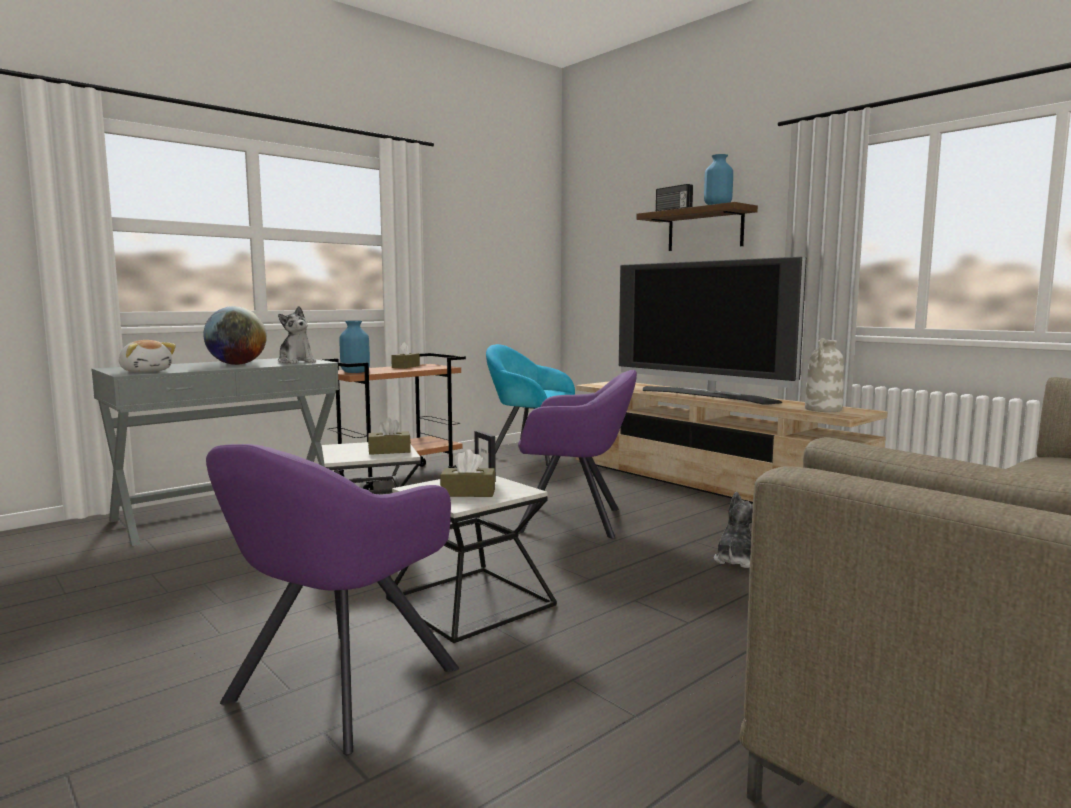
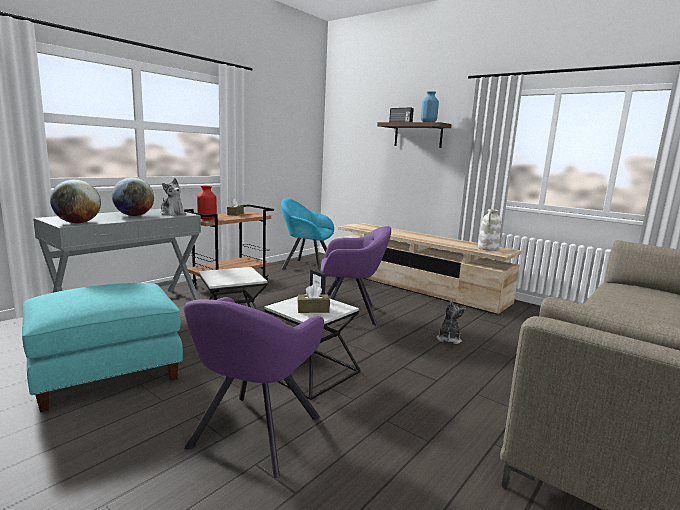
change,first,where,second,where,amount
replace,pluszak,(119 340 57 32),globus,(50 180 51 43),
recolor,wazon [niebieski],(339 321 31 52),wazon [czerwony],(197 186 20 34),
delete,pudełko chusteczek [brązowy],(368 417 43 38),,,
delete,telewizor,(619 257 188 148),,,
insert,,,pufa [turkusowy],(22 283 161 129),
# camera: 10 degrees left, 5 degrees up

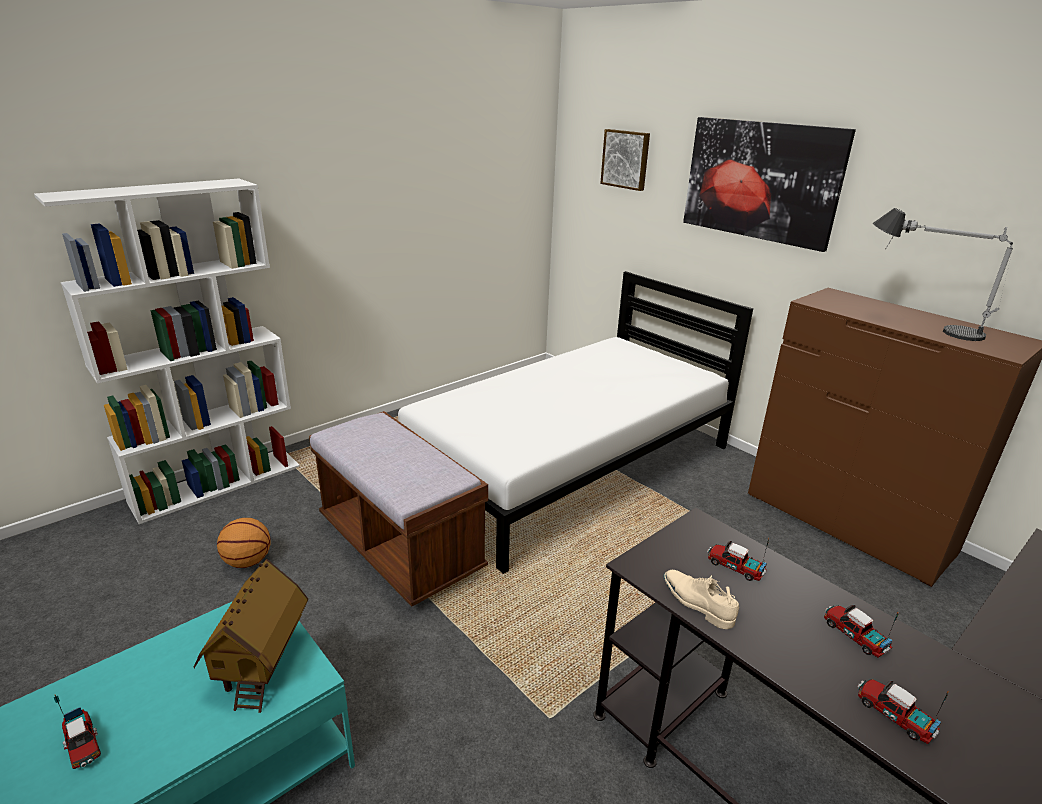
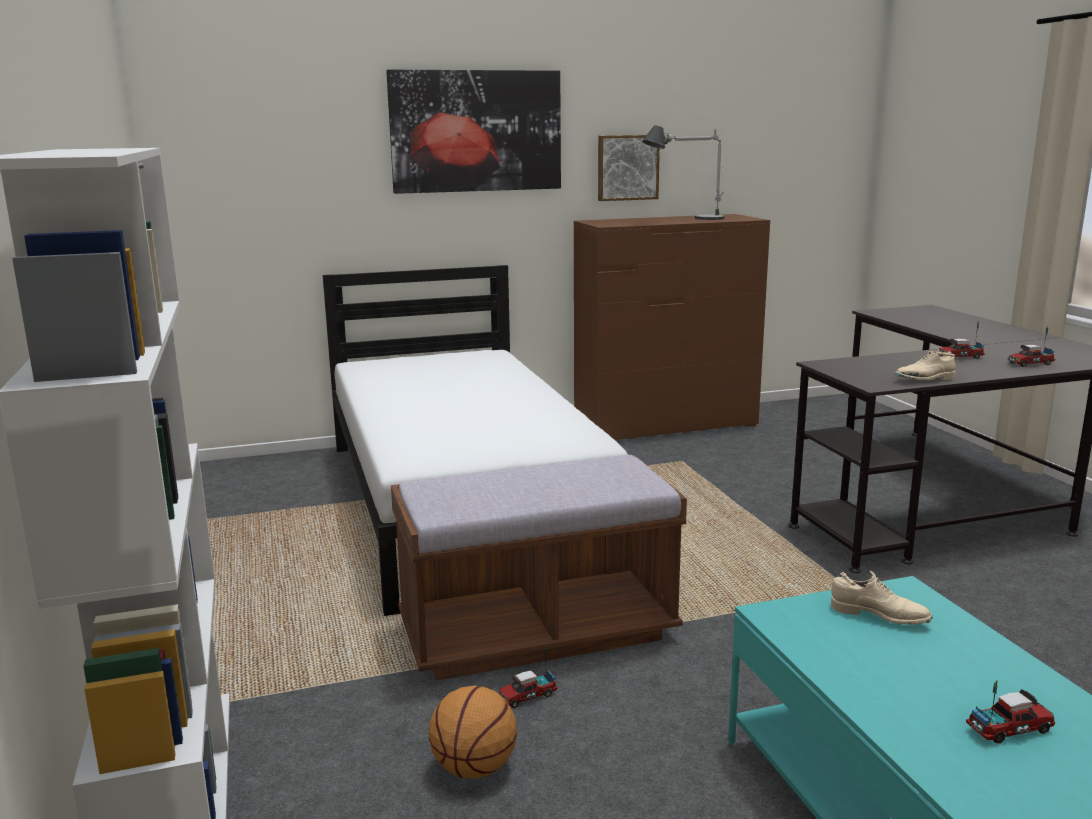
change,first,where,second,where,amount
replace,domek,(194 559 114 154),but [beżowy],(831 571 102 54),
move,obraz,(600 129 50 62),,(598 135 62 66),
move,ciężarówka zabawkowa,(707 538 62 43),,(498 647 60 61),
# camera: 65 degrees left, 10 degrees down

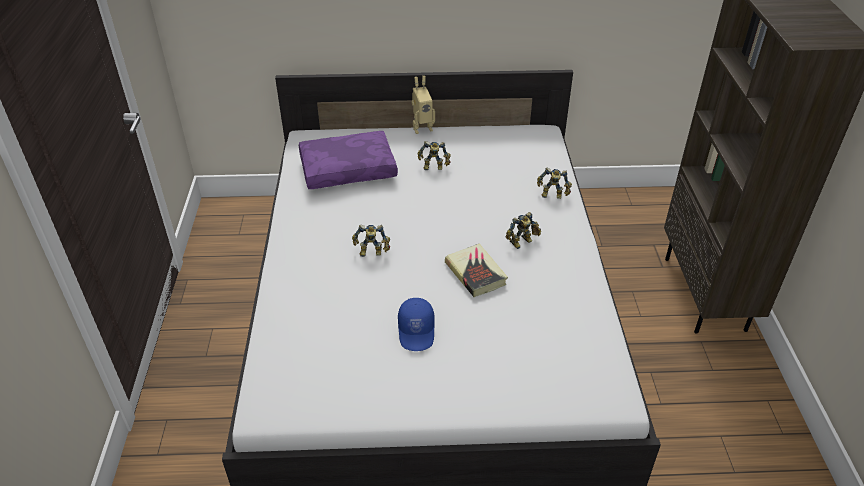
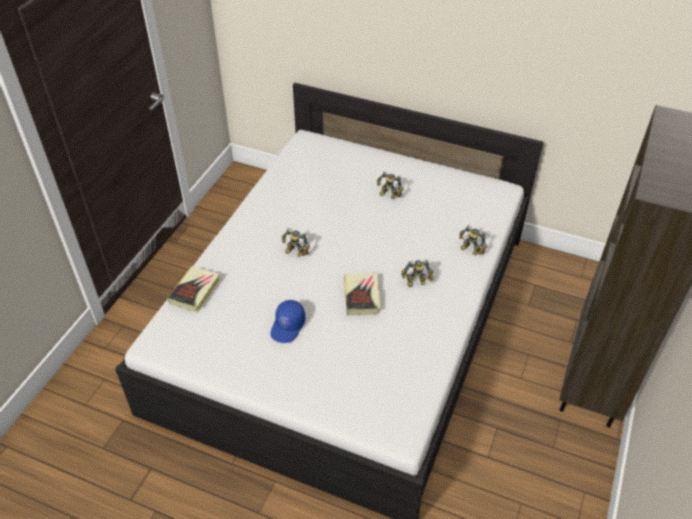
change,first,where,second,where,amount
delete,poduszka [fioletowy],(299 131 99 58),,,
delete,robot zabawkowy,(412 76 23 58),,,
insert,,,książka,(168 266 52 46),
# camera: 25 degrees right, 5 degrees up

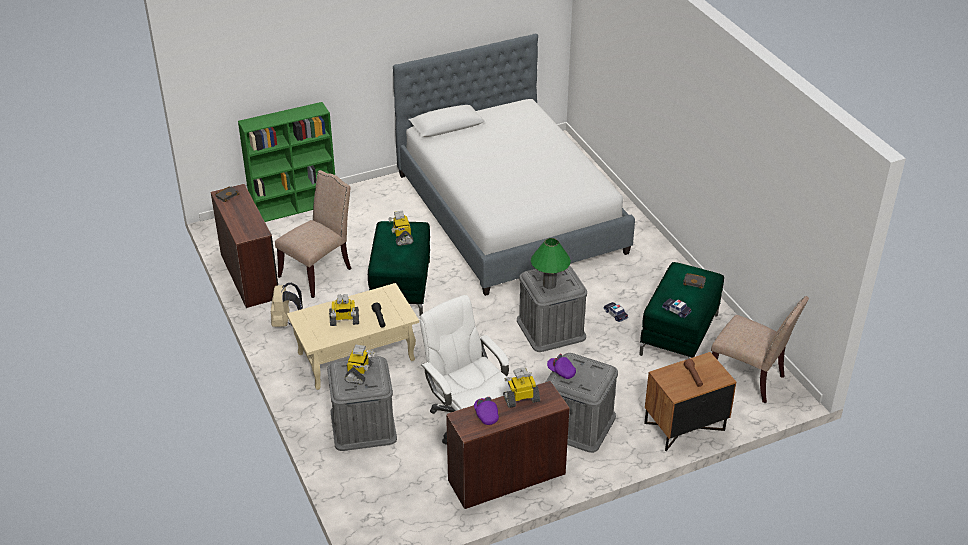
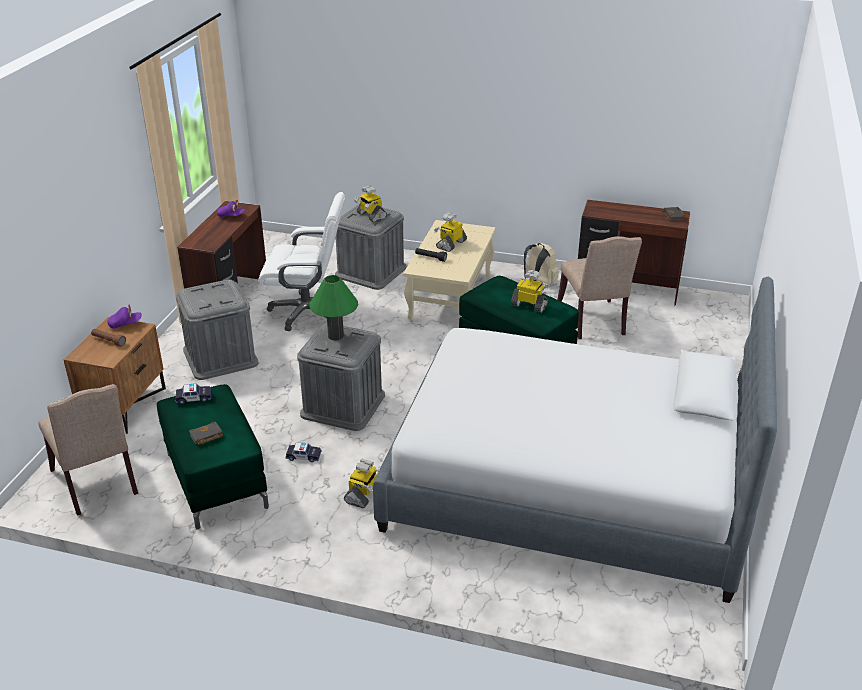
change,first,where,second,where,amount
delete,regał [zielony],(238 102 97 120),,,
move,robot zabawkowy,(503 367 37 41),,(344 459 35 49),
move,czapka z daszkiem [fioletowy],(547 354 29 25),,(107 305 35 24),
rotate,krzesło [beżowy],(711 296 98 108),,(38 384 100 132),105 degrees counterclockwise
# camera: 130 degrees right, 5 degrees down

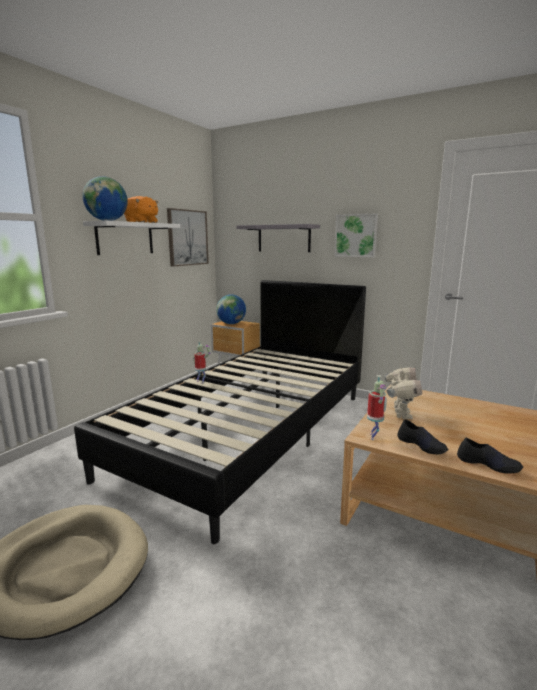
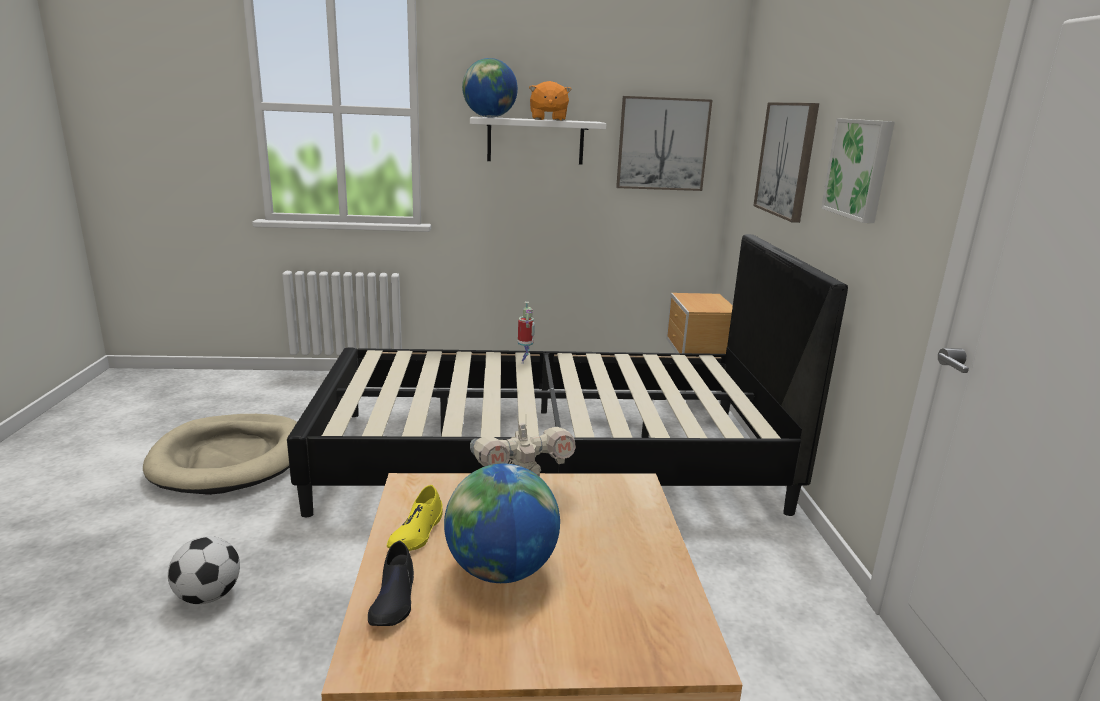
change,first,where,second,where,amount
move,globus,(216 294 30 30),,(444 463 116 120),
replace,półka [szary],(236 224 84 28),obraz,(753 102 66 121),
delete,robot zabawkowy,(367 375 20 65),,,
recolor,but [czarny],(397 419 52 35),but [żółty],(387 485 56 66),
insert,,,piłka futbolowa,(168 536 72 68),
# camera: 55 degrees right, 5 degrees up

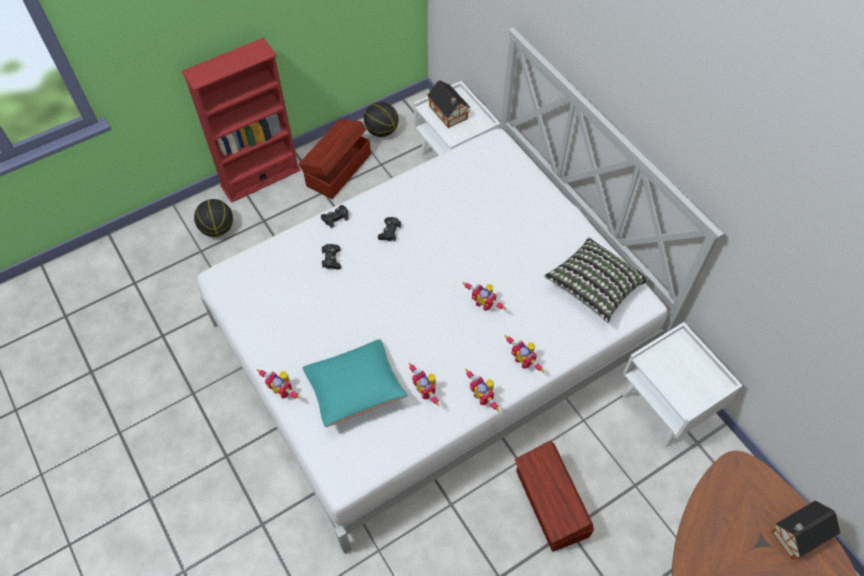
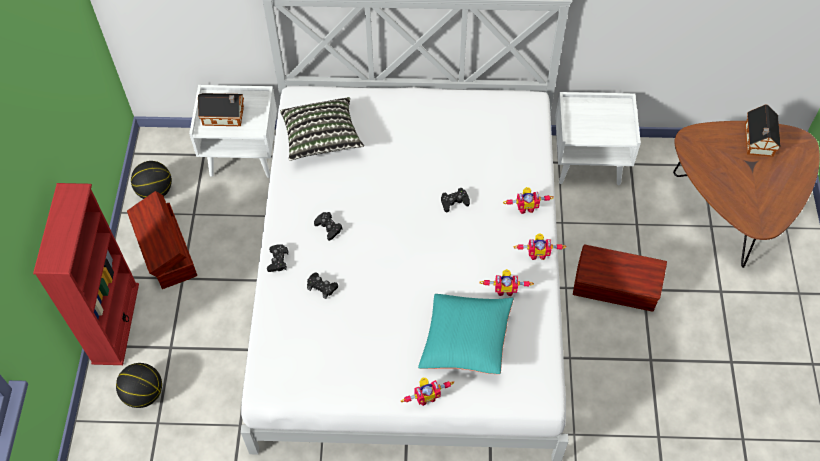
change,first,where,second,where,amount
replace,robot zabawkowy,(463 282 43 29),pad do gier [czarny],(441 188 29 24),
move,poduszka,(544 237 106 86),,(280 97 84 64),
# camera: 55 degrees left, 0 degrees up

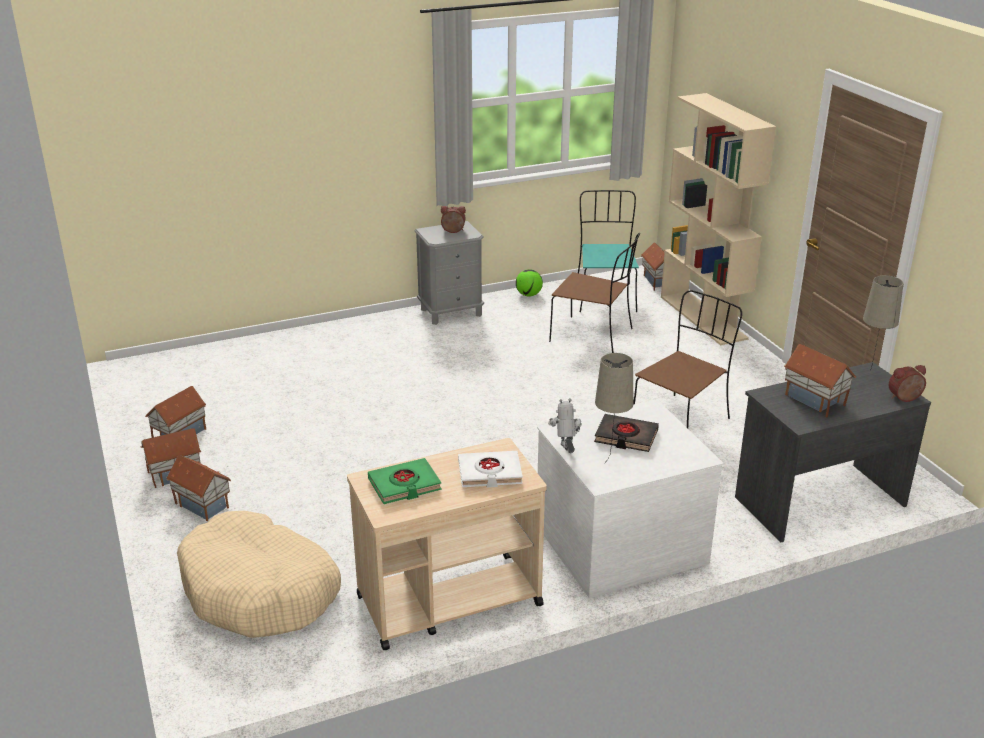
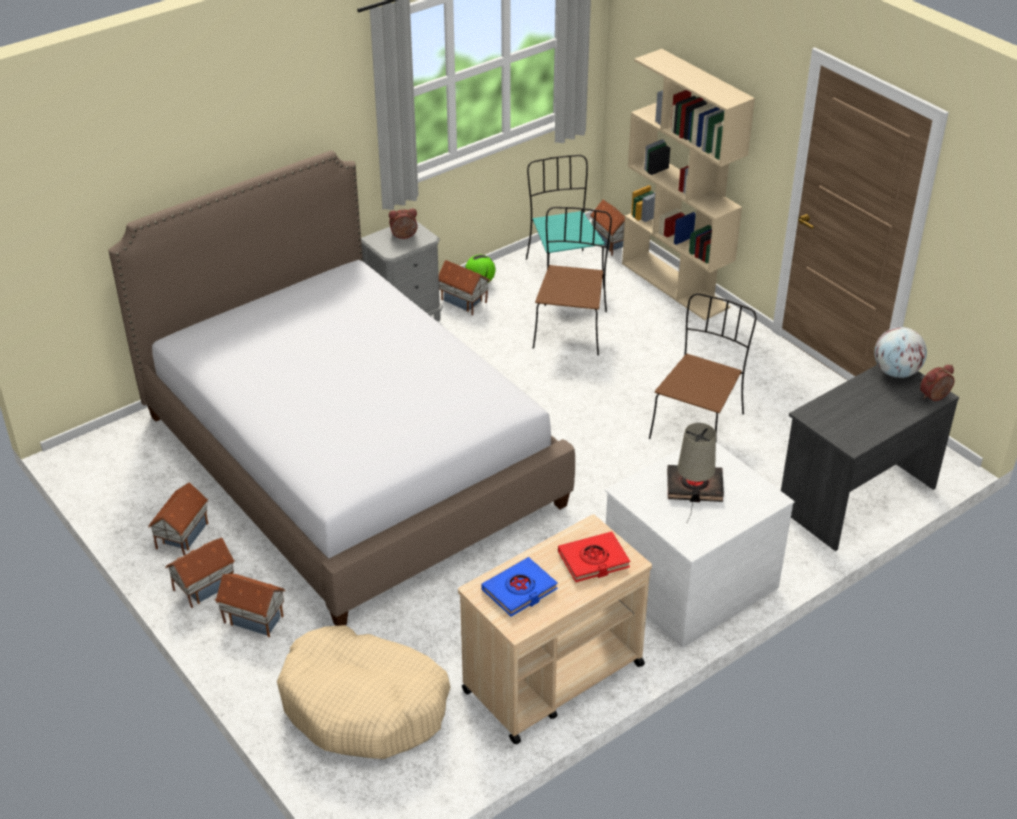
change,first,where,second,where,amount
recolor,książka [zielony],(368 458 74 46),książka [niebieski],(481 557 77 60),
recolor,książka [biały],(458 451 65 37),książka [czerwony],(558 531 72 51),
delete,robot zabawkowy,(548 398 34 55),,,
rotate,krzesło [brązowy],(549 233 91 120),,(533 207 79 148),90 degrees counterclockwise
move,domek,(784 344 72 74),,(439 260 51 56),
replace,lampa stołowa [beżowy],(863 275 40 94),globus,(874 327 53 51),
insert,,,łóżko,(109 150 466 476),
# camera: 15 degrees left, 10 degrees up

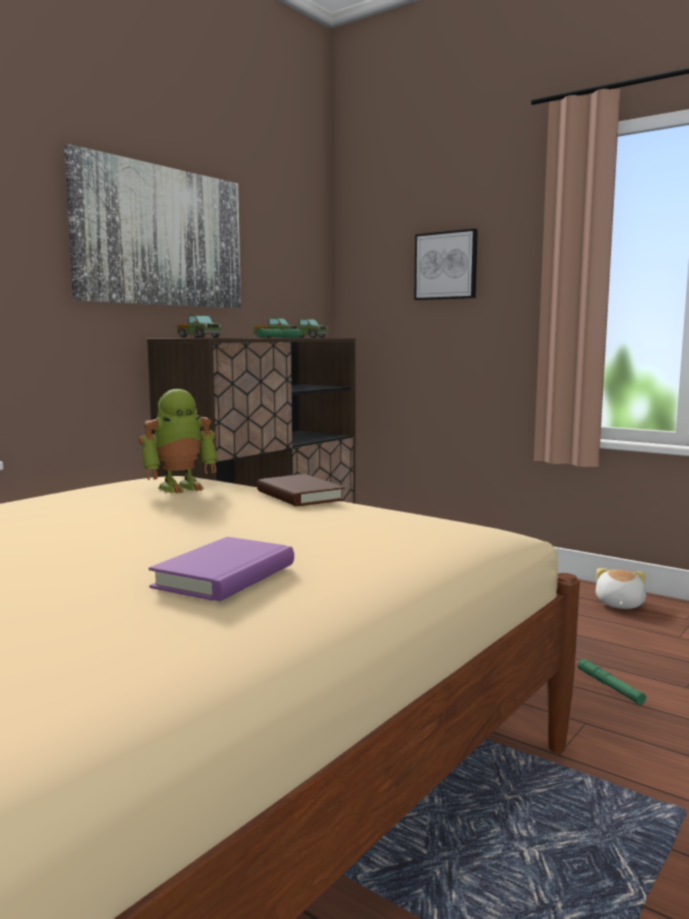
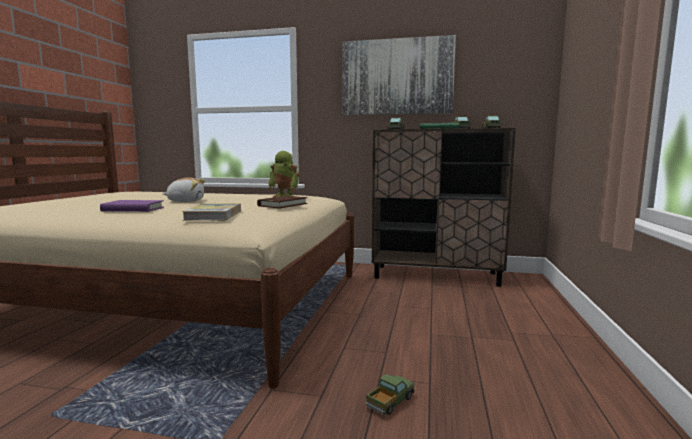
change,first,where,second,where,amount
delete,obraz,(414 228 64 72),,,
replace,latarka [zielony],(578 659 68 46),ciężarówka zabawkowa,(366 374 49 41),
move,pluszak,(596 568 50 41),,(163 177 42 25),
insert,,,książka,(182 203 59 18),
# camera: 65 degrees right, 0 degrees up

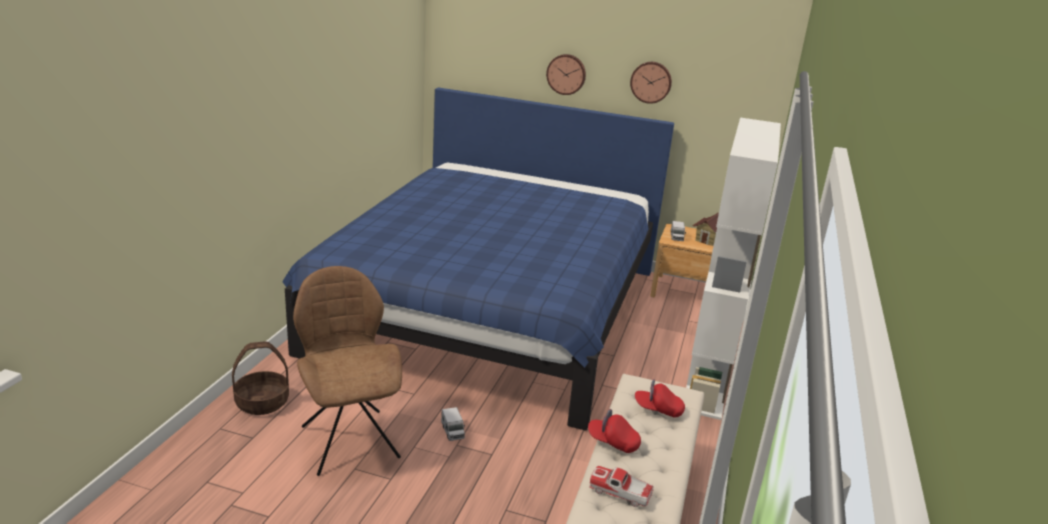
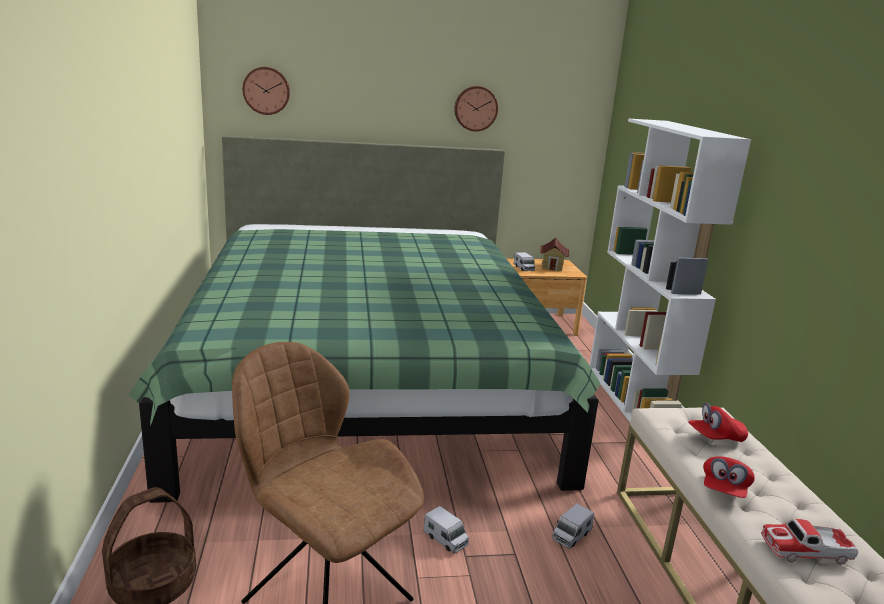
change,first,where,second,where,amount
recolor,łóżko [niebieski],(282 88 392 343),łóżko [zielony],(128 135 473 368),
move,zegar ścienny,(546 54 40 41),,(242 67 48 48),
rotate,czapka z daszkiem [czerwony],(588 409 53 44),,(703 456 52 42),60 degrees counterclockwise
insert,,,ciężarówka zabawkowa,(552 504 42 44),
# camera: 25 degrees left, 5 degrees down

